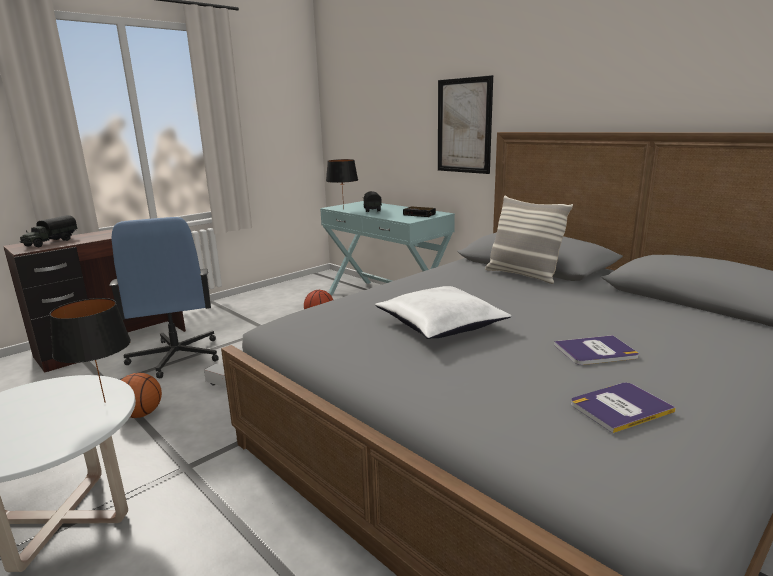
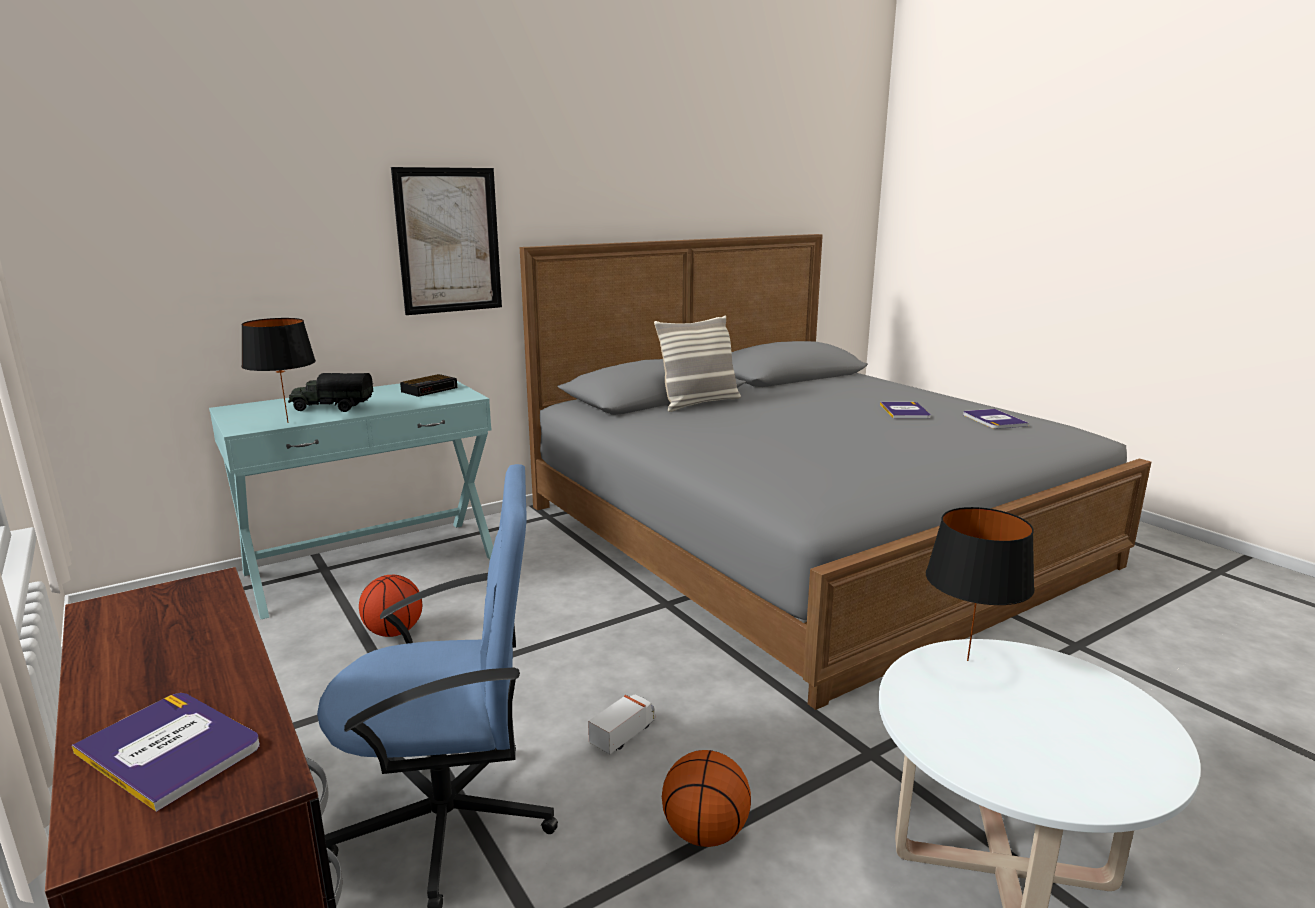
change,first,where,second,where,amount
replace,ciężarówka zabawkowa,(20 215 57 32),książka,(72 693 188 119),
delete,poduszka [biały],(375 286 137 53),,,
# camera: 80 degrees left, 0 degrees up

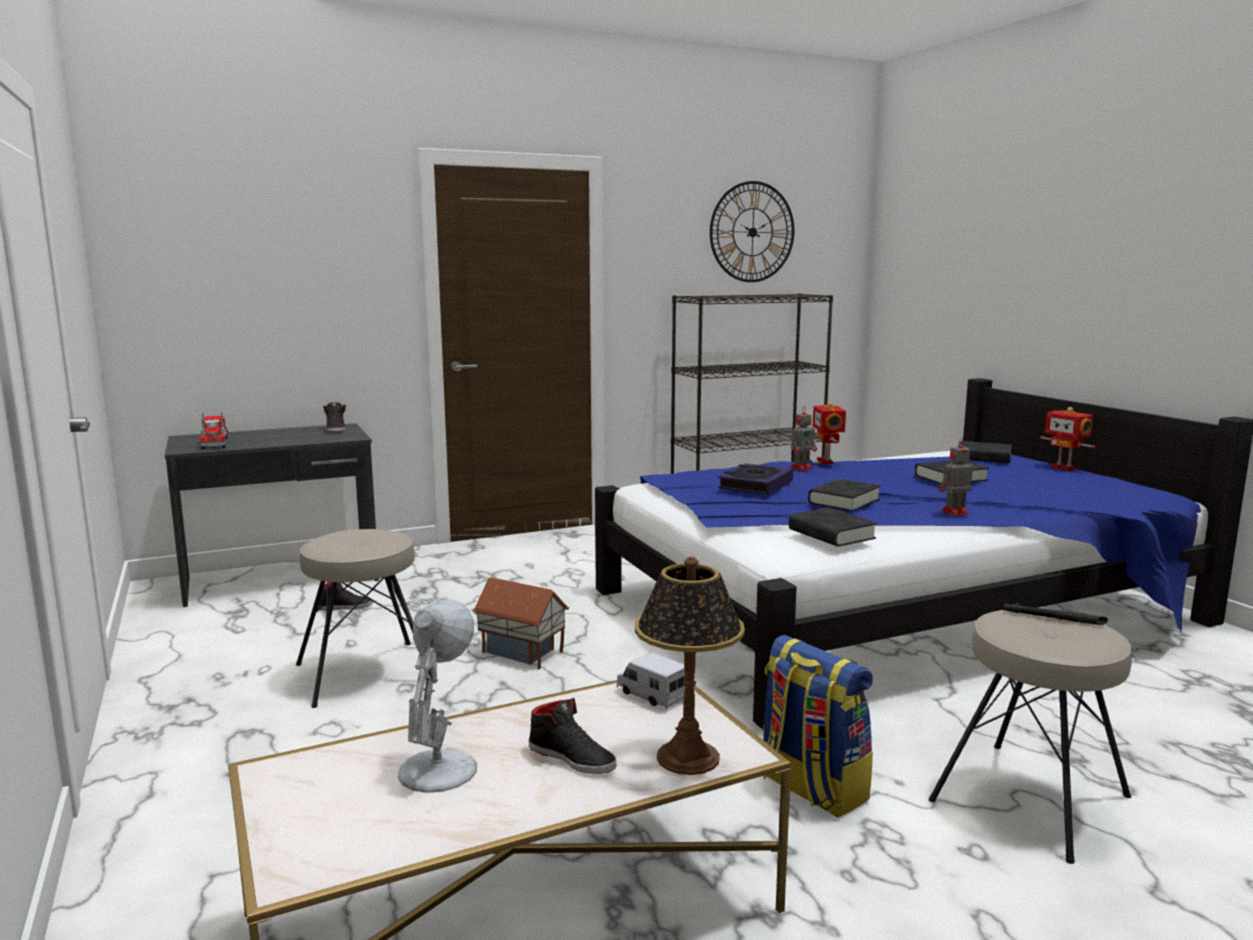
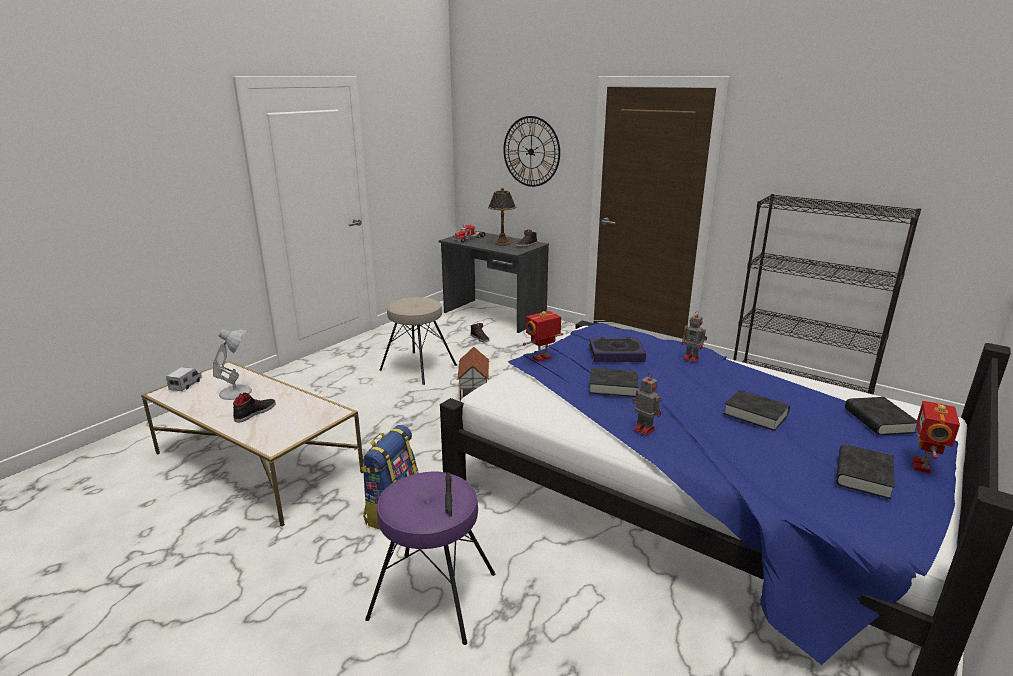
change,first,where,second,where,amount
rotate,but [czarny],(528 698 89 76),,(233 393 43 30),150 degrees counterclockwise
move,ciężarówka zabawkowa,(617 652 69 57),,(166 367 36 24),
move,lampa stołowa,(635 557 110 218),,(488 188 28 58),
move,zegar ścienny,(710 181 84 101),,(504 116 56 71),
move,książka [czarny],(789 507 88 40),,(836 444 59 55),
move,robot zabawkowy,(813 402 33 62),,(523 311 40 51),
recolor,stołek [beżowy],(928 610 204 254),stołek [fioletowy],(365 472 130 173),
# camera: 60 degrees right, 10 degrees up

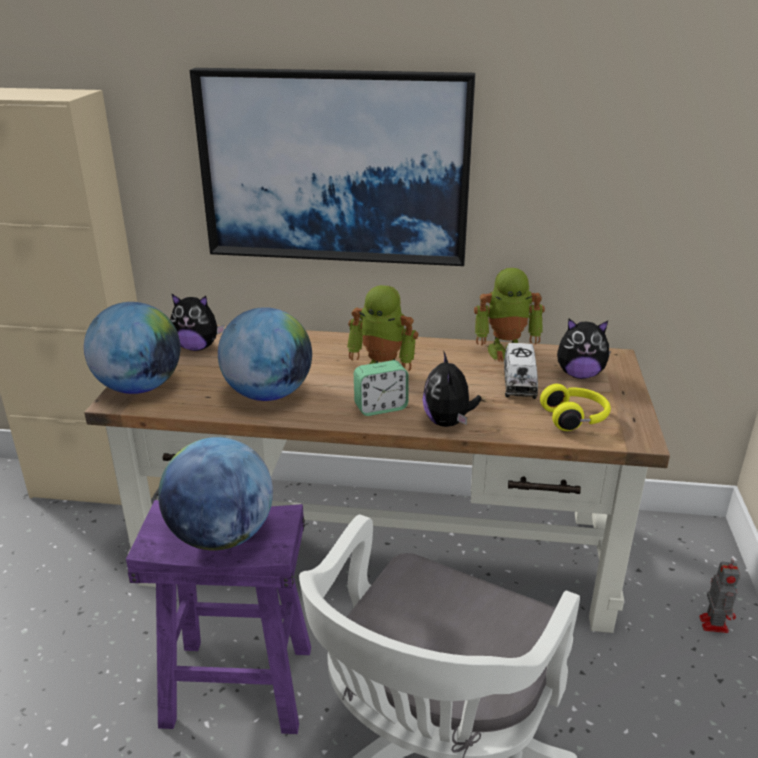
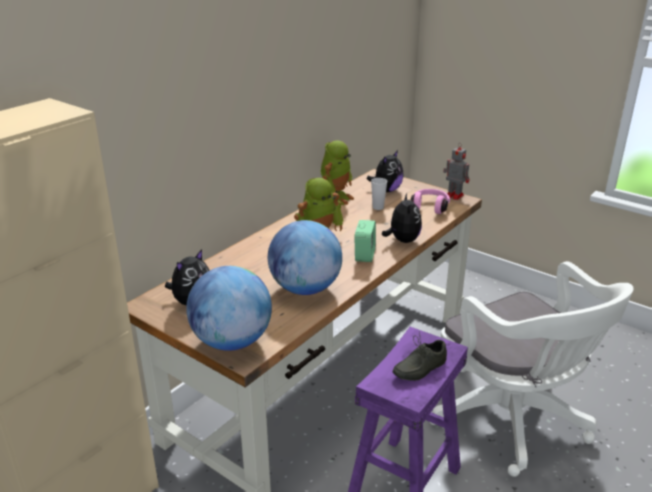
change,first,where,second,where,amount
replace,globus,(158 437 115 114),but [szary],(392 331 55 50),
delete,obraz,(190 68 285 198),,,
rotate,pluszak,(423 352 58 75),,(382 193 40 50),120 degrees counterclockwise
replace,ciężarówka zabawkowa,(504 343 34 56),filiżanka,(371 178 16 32),
recolor,słuchawki [żółty],(540 384 71 47),słuchawki [różowy],(411 189 39 25),
move,robot zabawkowy,(699 558 41 75),,(443 144 27 56),
# camera: 60 degrees left, 0 degrees up

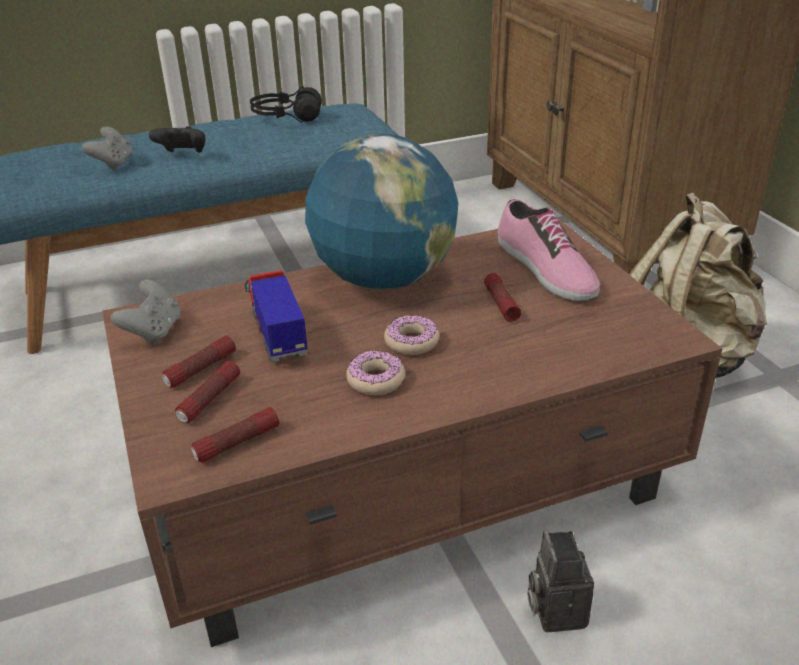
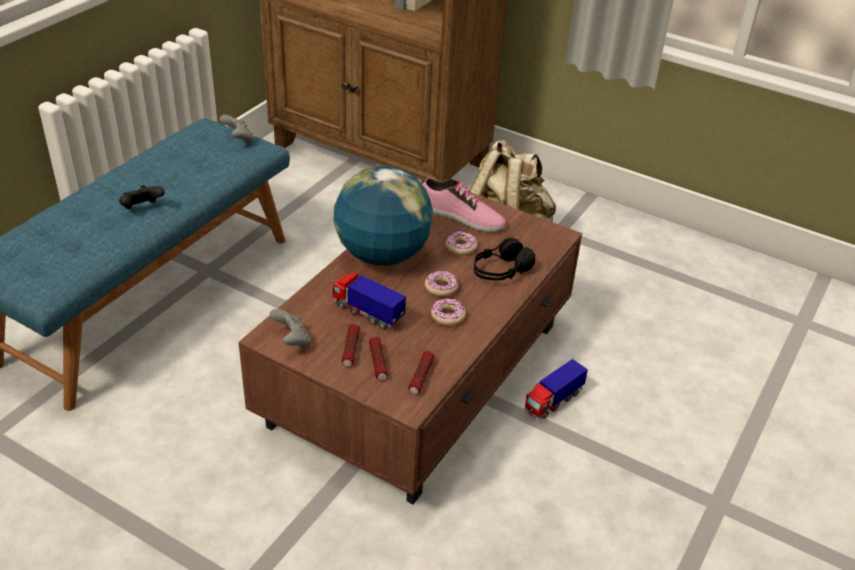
change,first,where,second,where,amount
move,pad do gier [szary],(82 126 51 44),,(219 115 35 29),
move,słuchawki [czarny],(250 86 72 37),,(474 238 61 43),
replace,latarka,(484 273 37 49),donut,(446 231 31 24),
replace,aparat fotograficzny,(527 530 67 102),ciężarówka zabawkowa,(525 359 63 61),
# camera: 40 degrees left, 5 degrees up

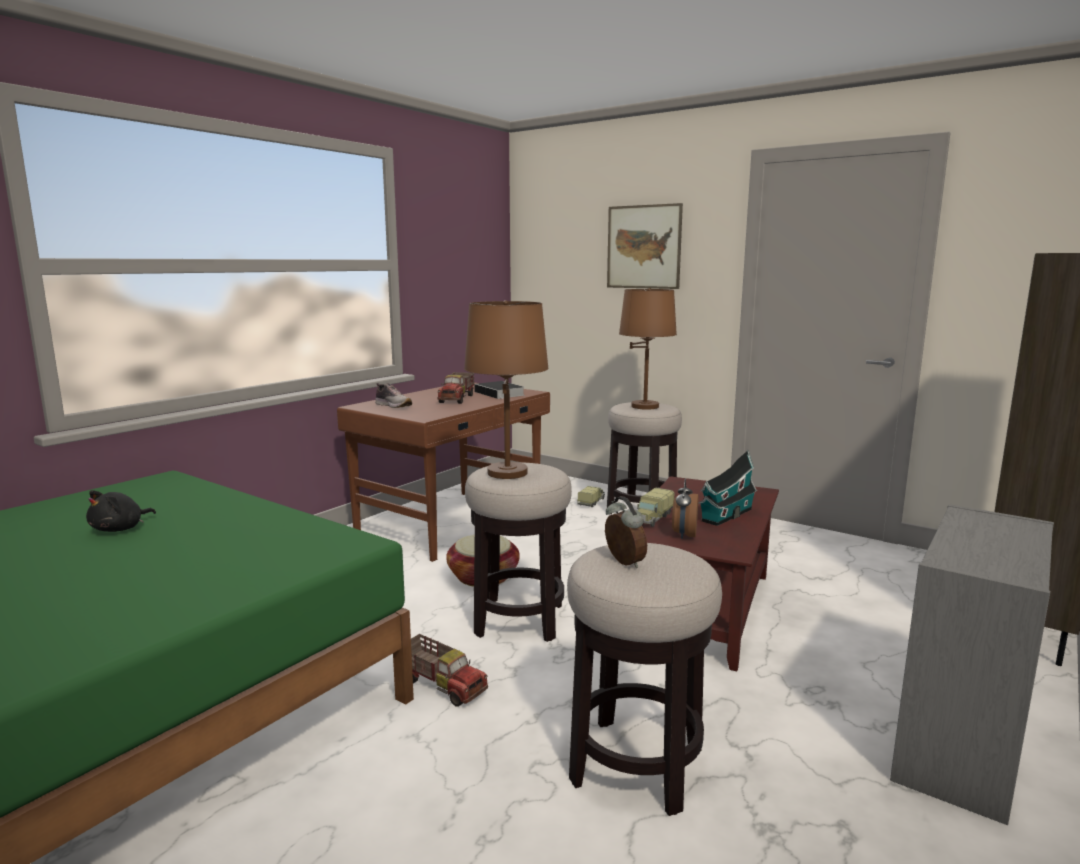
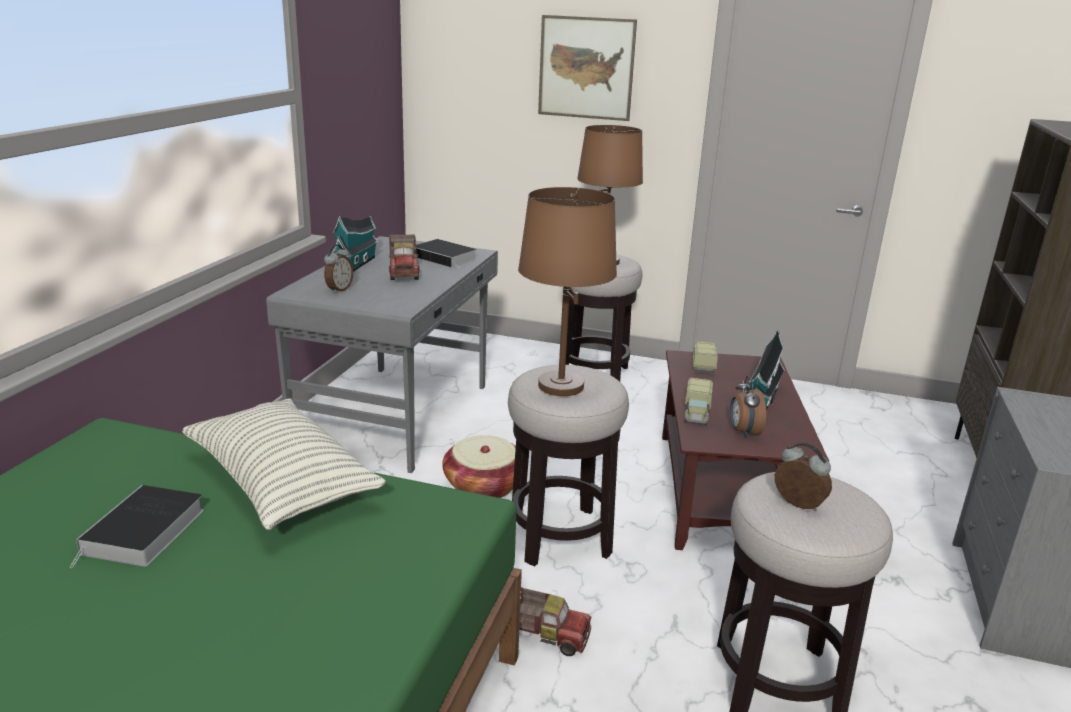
change,first,where,second,where,amount
replace,pluszak [czarny],(86 490 70 42),książka,(69 485 135 84),
recolor,biurko [brązowy],(337 383 213 179),biurko [szary],(266 236 232 237),
replace,but,(375 383 37 25),budzik,(324 244 29 49),
move,ciężarówka zabawkowa,(577 486 28 21),,(693 341 25 32),
insert,,,poduszka,(182 399 204 131),
insert,,,domek,(332 216 46 56),
# camera: 20 degrees left, 10 degrees up

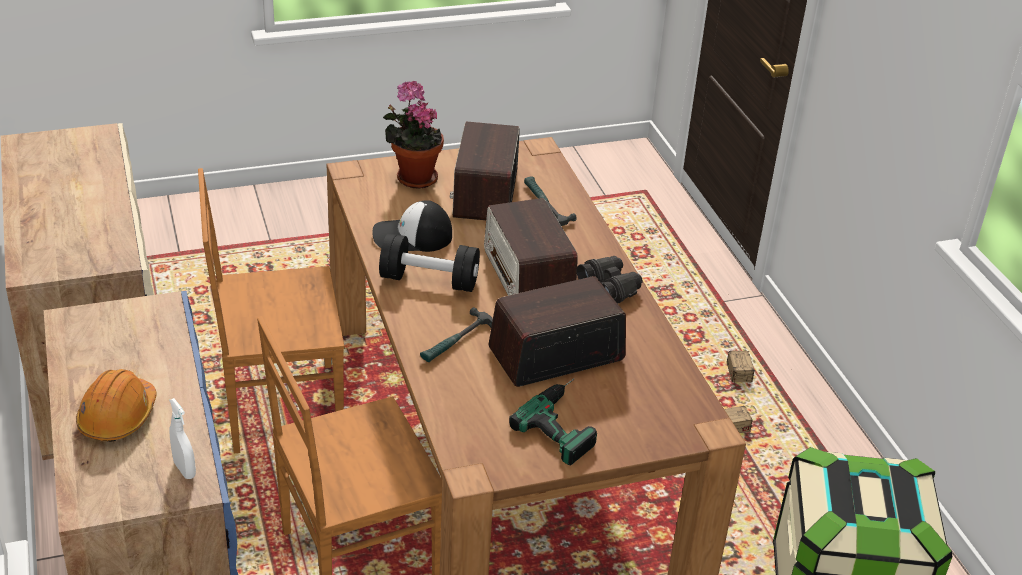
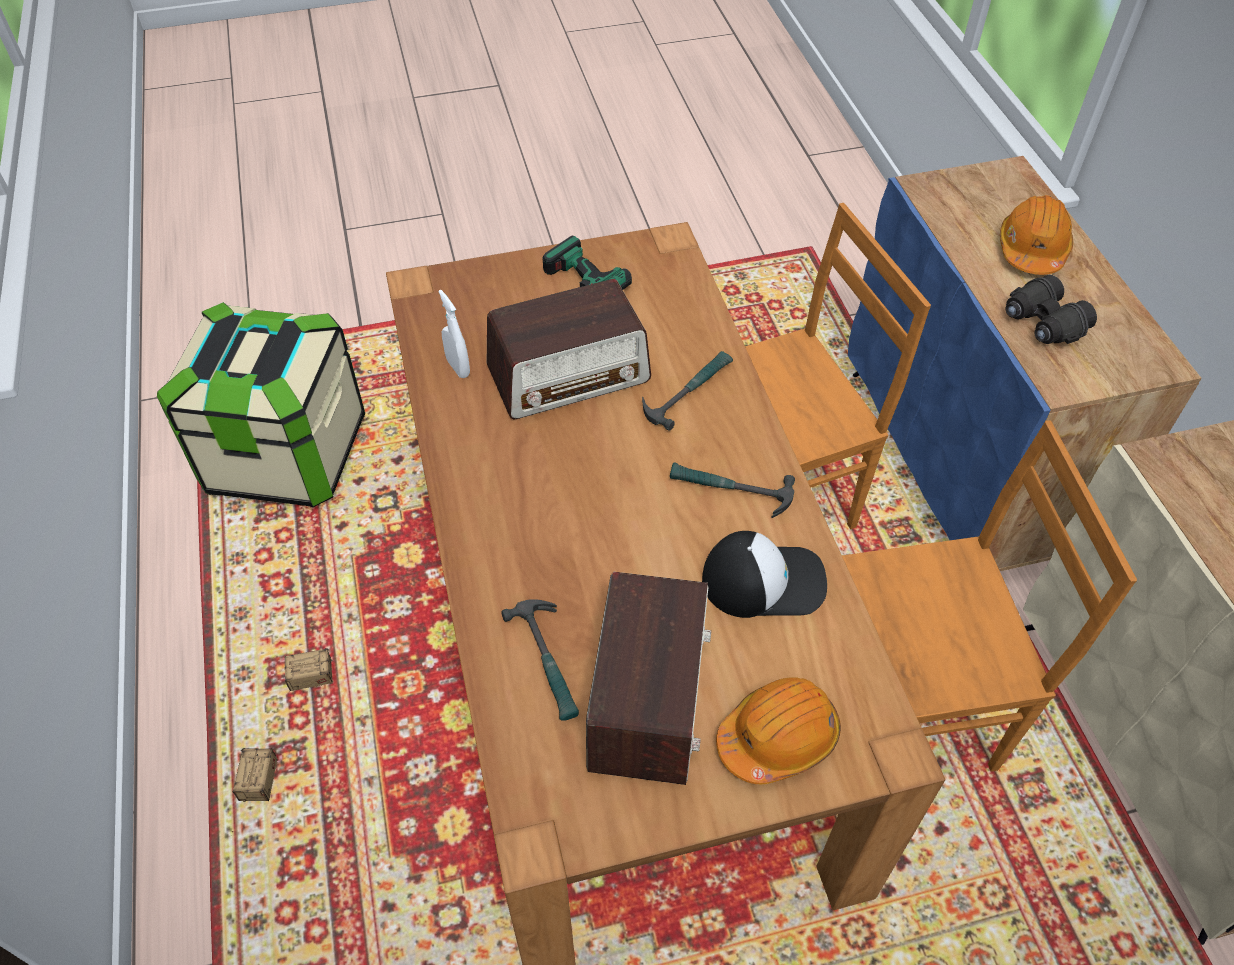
change,first,where,second,where,amount
move,spryskiwacz [biały],(169 398 27 81),,(438 290 32 88),
replace,hantel [czarny],(379 234 101 58),młotek,(670 462 125 56),
replace,roślina doniczkowa,(383 81 61 107),kask [pomarańczowy],(716 677 125 107),
delete,radio,(484 198 94 98),,,
move,lornetka [czarny],(577 256 66 48),,(1005 275 92 69),
# camera: 175 degrees left, 15 degrees up

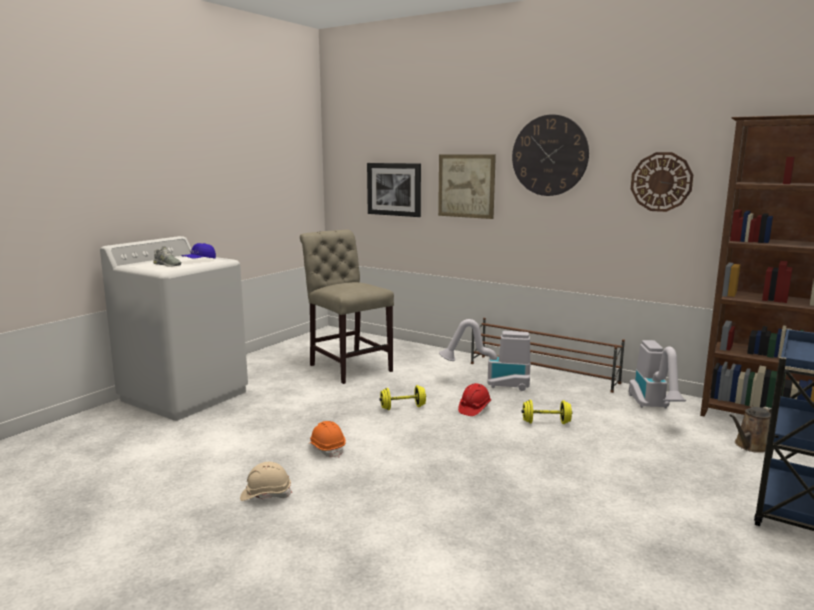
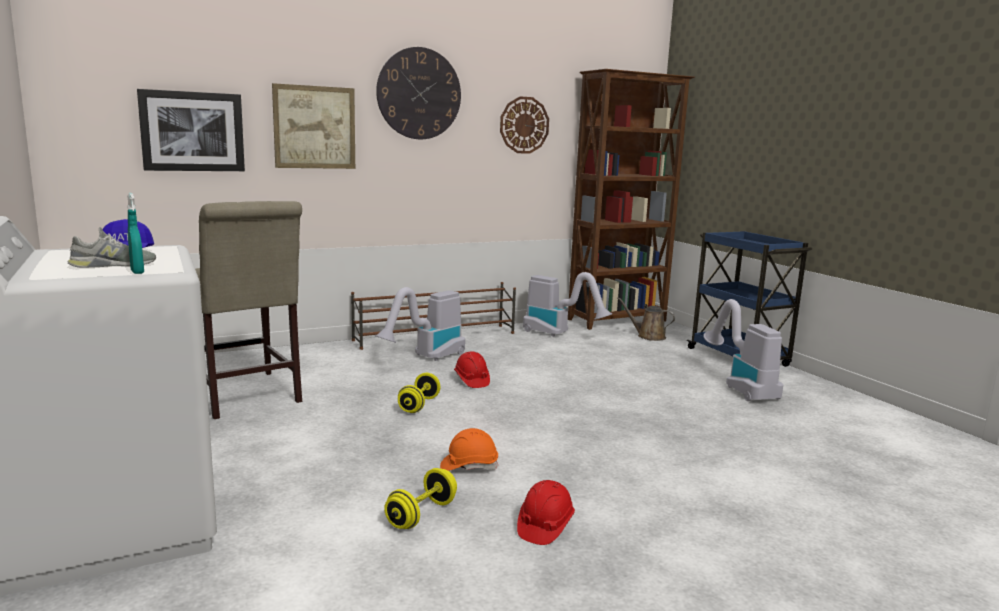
change,first,where,second,where,amount
recolor,kask [beżowy],(240 462 52 39),kask [czerwony],(517 480 58 65),
rotate,krzesło [beżowy],(300 230 94 154),,(195 201 107 218),120 degrees counterclockwise
move,hantel [żółty],(522 400 50 24),,(384 468 73 61),
rotate,konewka [brązowy],(729 407 45 46),,(617 297 58 44),120 degrees clockwise
insert,,,spryskiwacz [turkusowy],(127 193 17 81),
insert,,,odkurzacz,(703 299 80 102),
# camera: 60 degrees left, 0 degrees up

